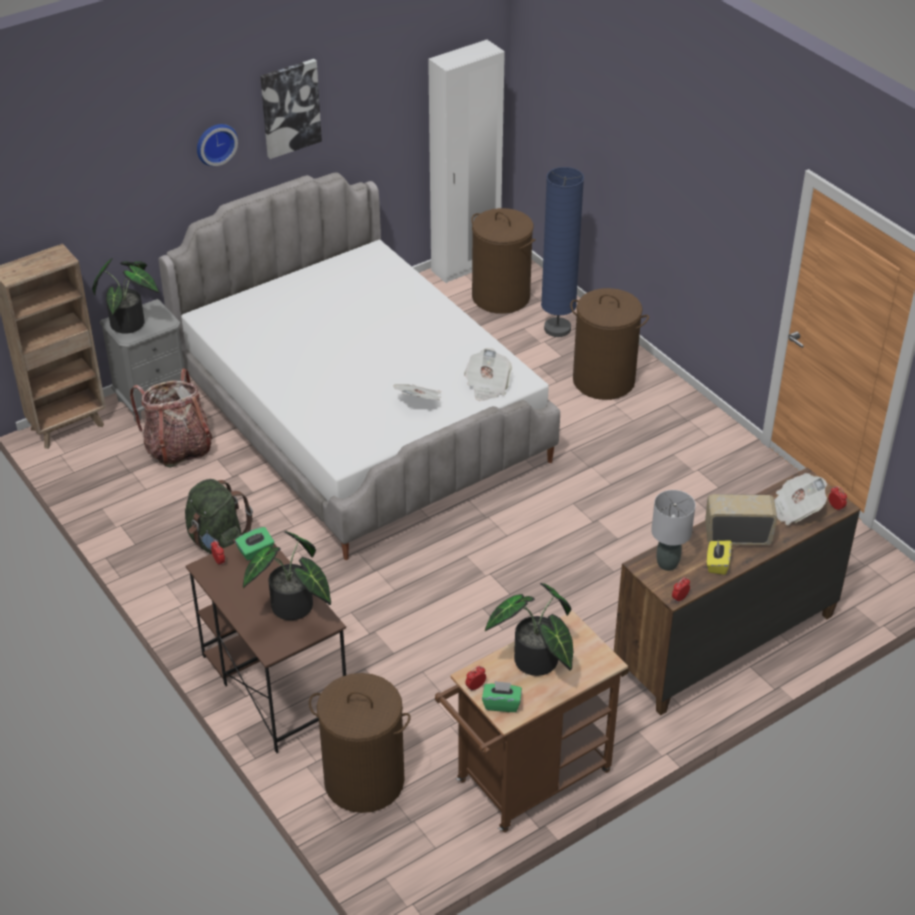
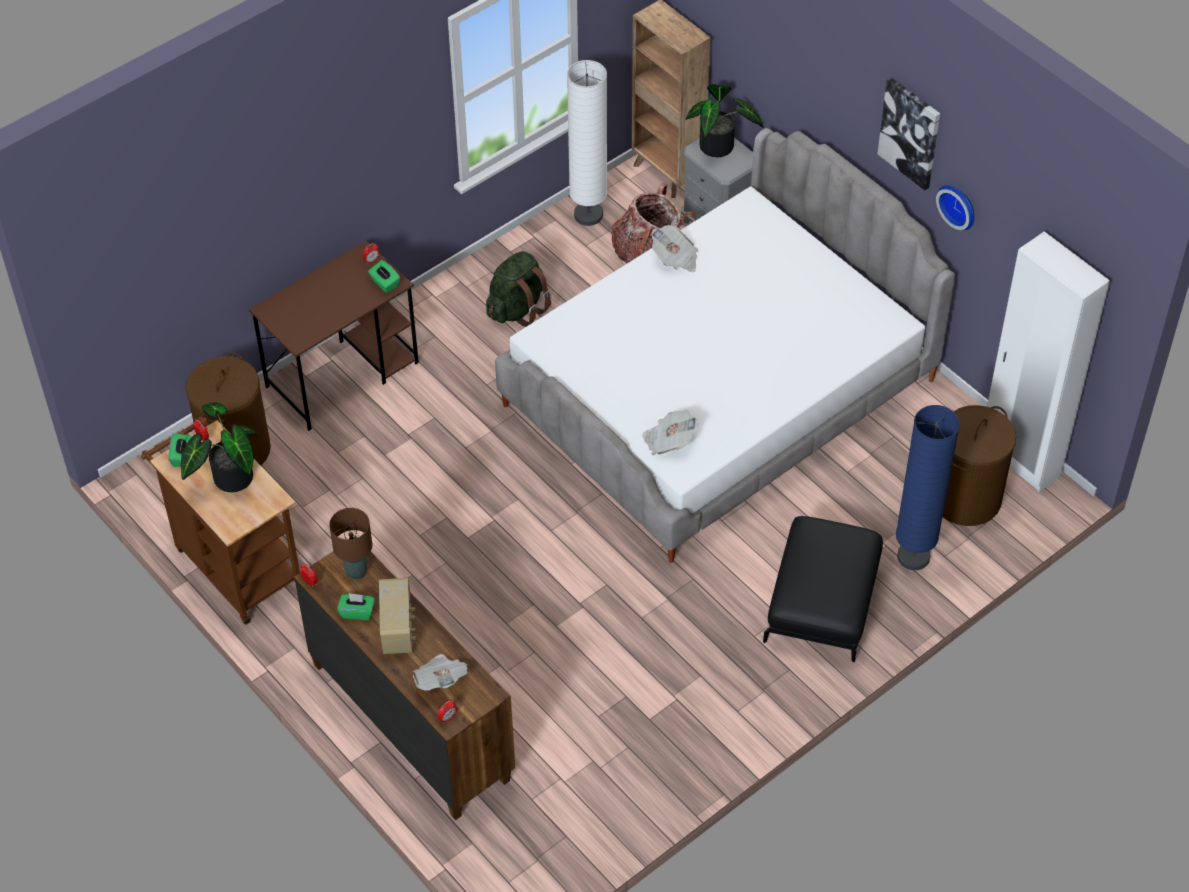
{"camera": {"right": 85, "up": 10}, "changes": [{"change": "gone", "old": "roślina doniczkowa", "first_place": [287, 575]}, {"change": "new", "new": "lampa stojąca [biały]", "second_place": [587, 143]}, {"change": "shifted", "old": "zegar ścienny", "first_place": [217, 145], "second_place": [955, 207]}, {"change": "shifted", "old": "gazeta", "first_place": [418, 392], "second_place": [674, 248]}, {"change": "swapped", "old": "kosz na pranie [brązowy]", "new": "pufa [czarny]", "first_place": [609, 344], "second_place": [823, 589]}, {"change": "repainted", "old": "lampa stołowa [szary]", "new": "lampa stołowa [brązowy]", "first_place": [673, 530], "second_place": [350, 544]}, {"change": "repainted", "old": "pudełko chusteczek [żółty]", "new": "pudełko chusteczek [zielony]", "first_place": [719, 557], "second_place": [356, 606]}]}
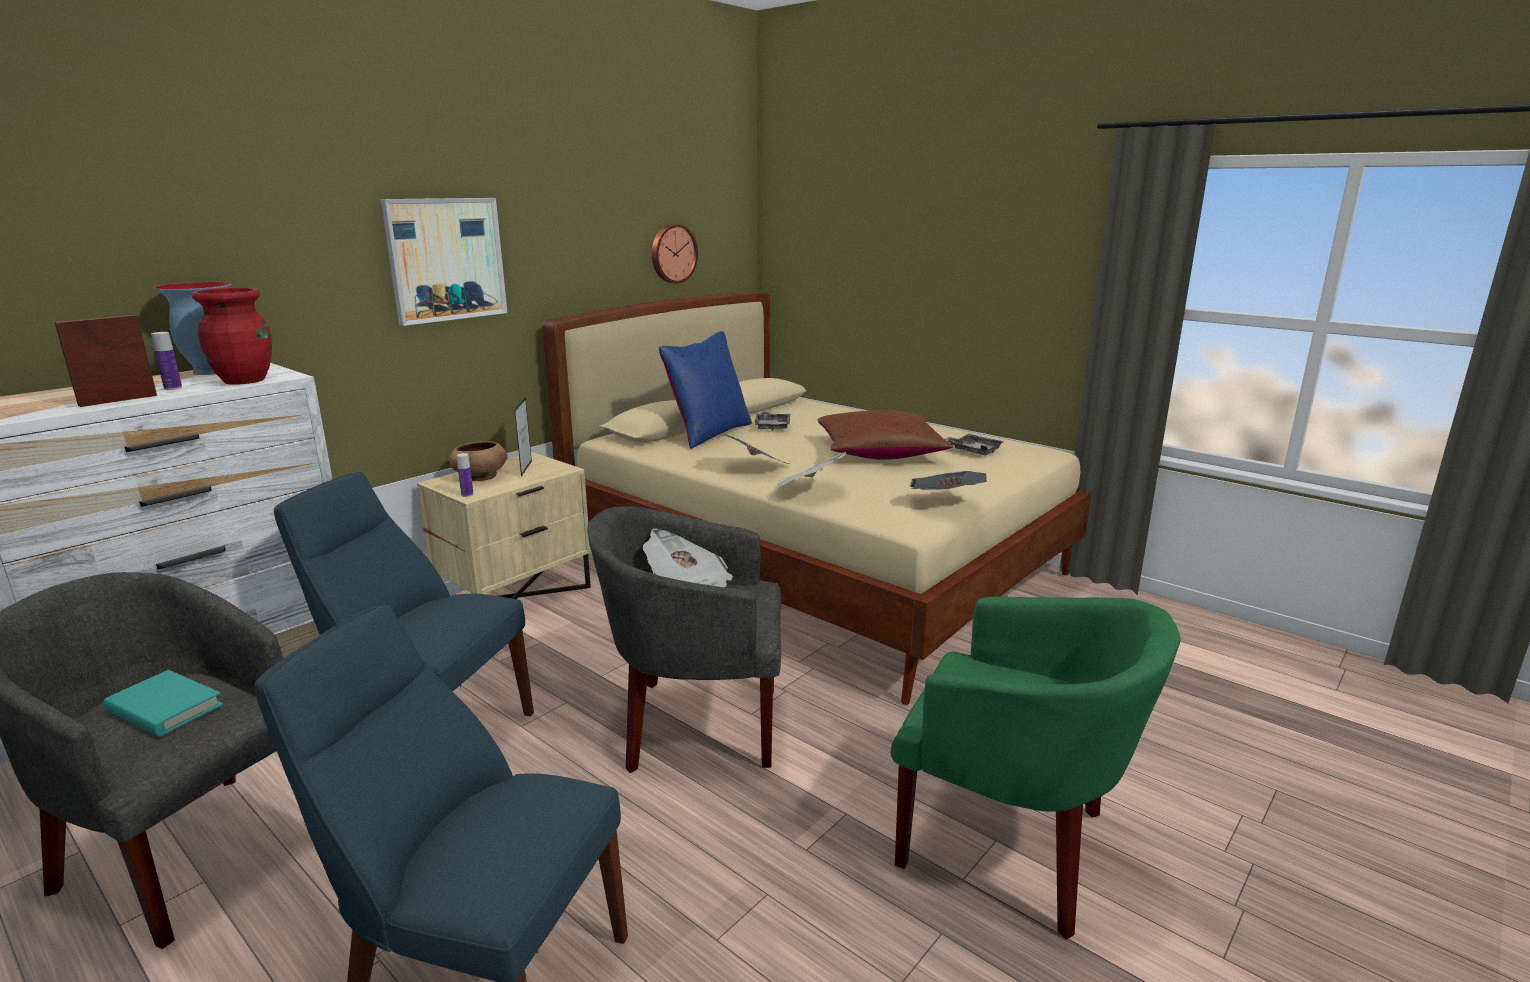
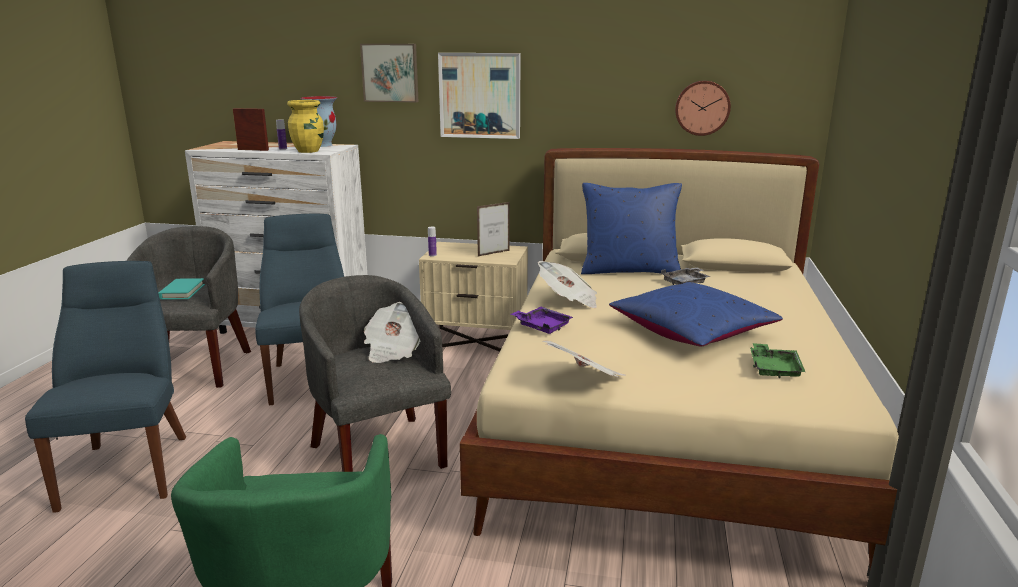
{"camera": {"right": 60, "up": 0}, "changes": [{"change": "gone", "old": "miska [brązowy]", "first_place": [478, 461]}, {"change": "new", "new": "obraz", "second_place": [389, 73]}, {"change": "swapped", "old": "gazeta", "new": "taca [fioletowy]", "first_place": [810, 470], "second_place": [542, 320]}, {"change": "repainted", "old": "wazon [czerwony]", "new": "wazon [żółty]", "first_place": [232, 336], "second_place": [305, 126]}, {"change": "repainted", "old": "poduszka [brązowy]", "new": "poduszka [niebieski]", "first_place": [885, 435], "second_place": [696, 314]}, {"change": "repainted", "old": "taca [szary]", "new": "taca [zielony]", "first_place": [974, 445], "second_place": [777, 360]}]}
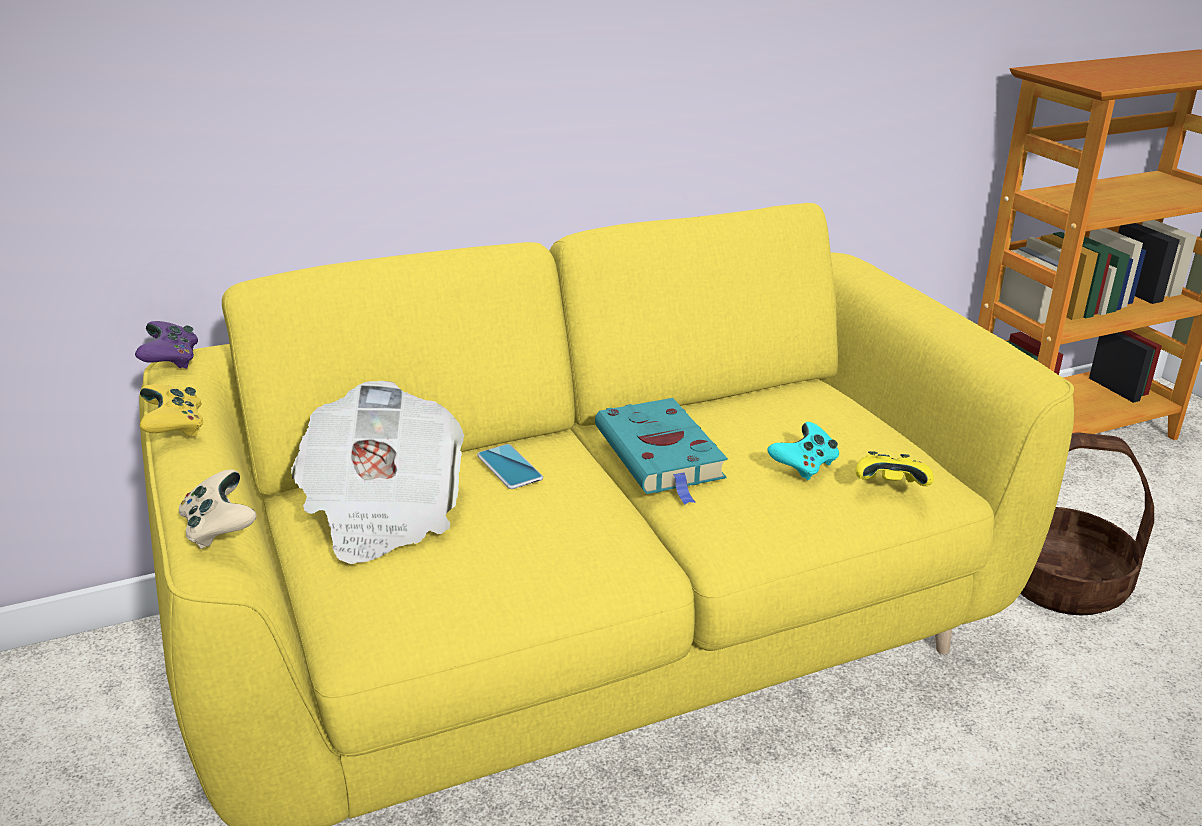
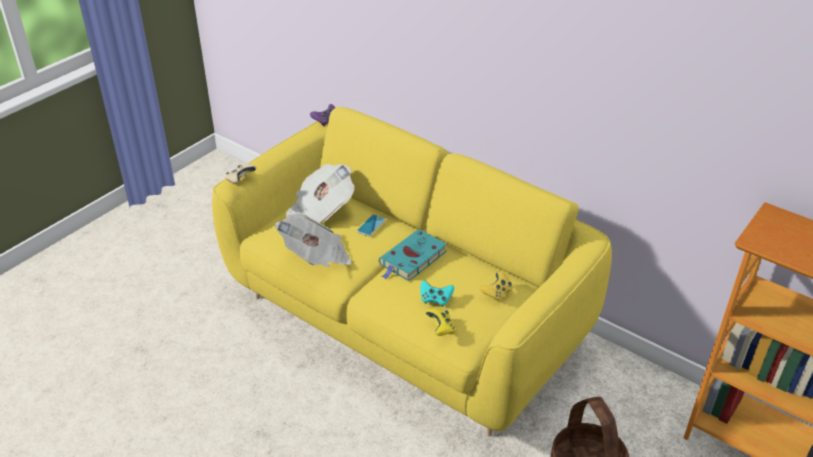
{"camera": {"right": 60, "up": 10}, "changes": [{"change": "new", "new": "gazeta", "second_place": [313, 240]}, {"change": "shifted", "old": "pad do gier [żółty]", "first_place": [171, 410], "second_place": [496, 286]}]}
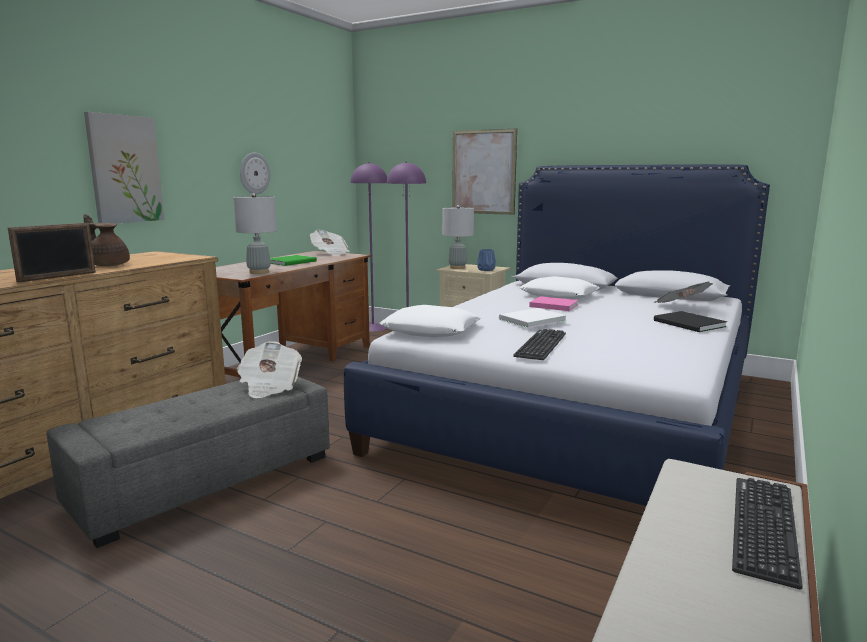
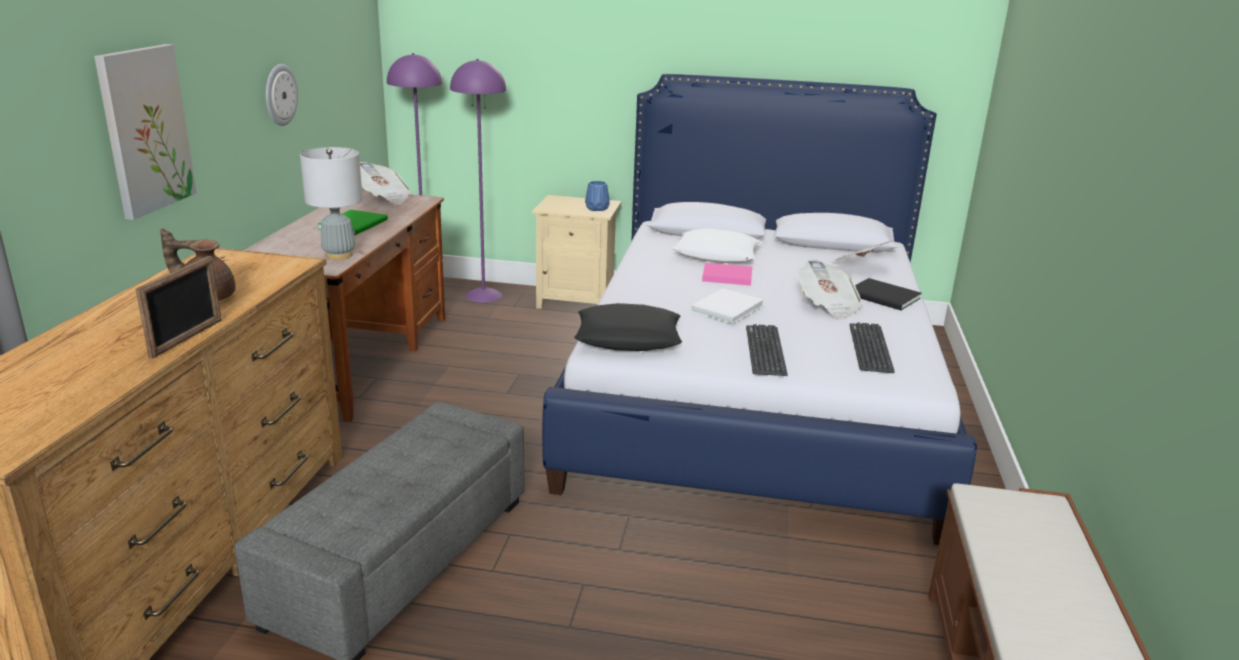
{"camera": {"right": -20, "up": 10}, "changes": [{"change": "gone", "old": "lampa stołowa [szary]", "first_place": [458, 237]}, {"change": "gone", "old": "obraz", "first_place": [484, 172]}, {"change": "shifted", "old": "gazeta", "first_place": [269, 369], "second_place": [830, 289]}, {"change": "shifted", "old": "klawiatura", "first_place": [767, 534], "second_place": [872, 347]}, {"change": "repainted", "old": "poduszka [biały]", "new": "poduszka [czarny]", "first_place": [430, 321], "second_place": [628, 327]}]}
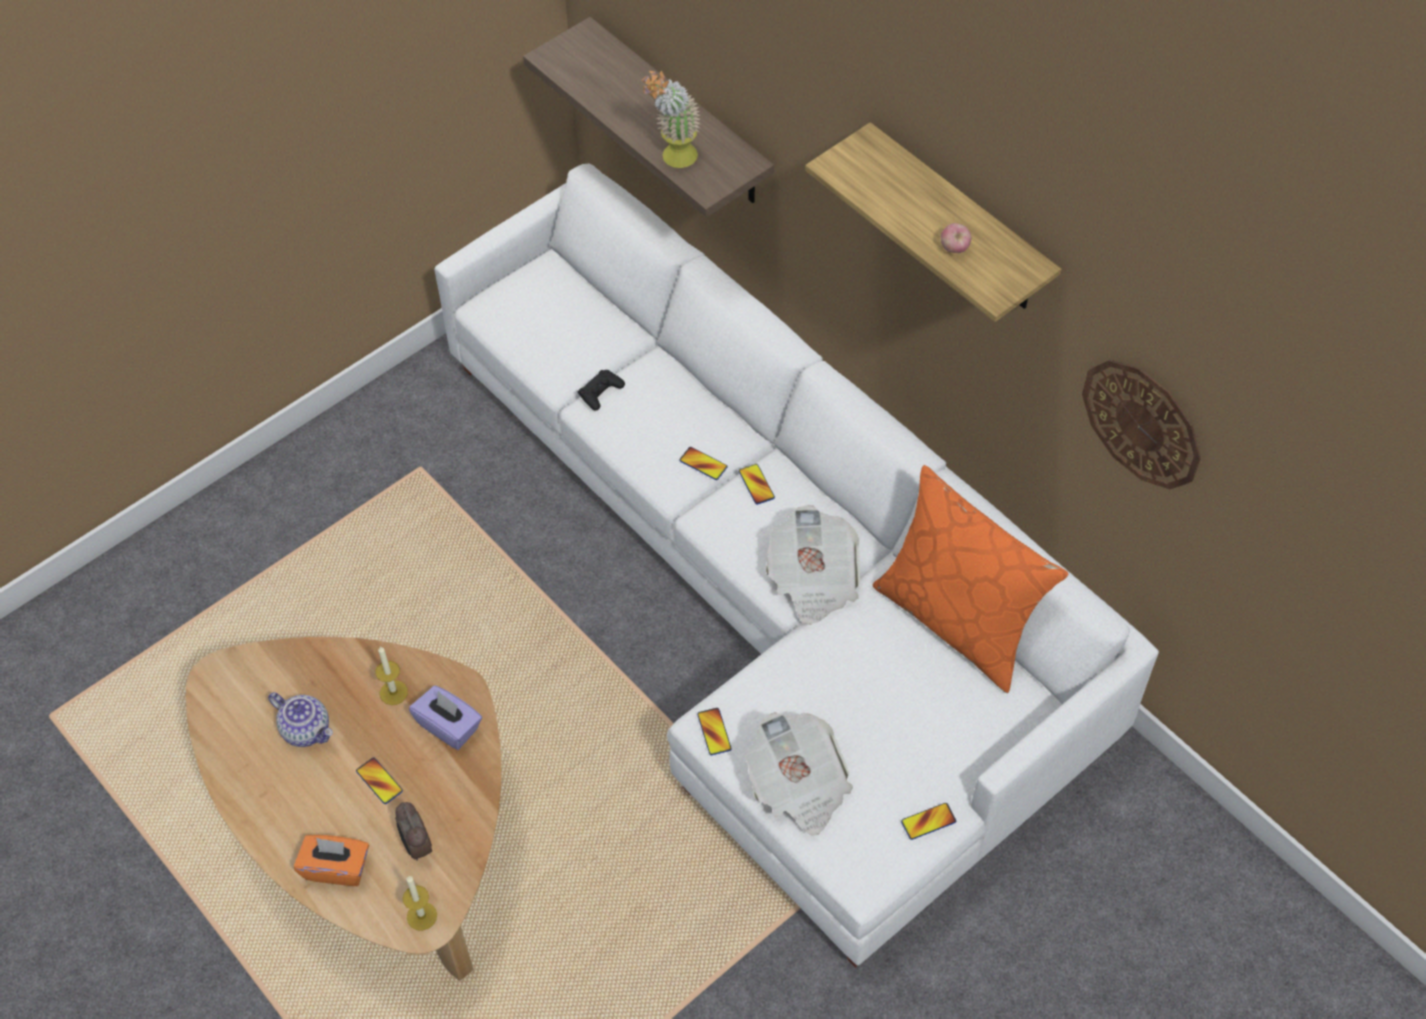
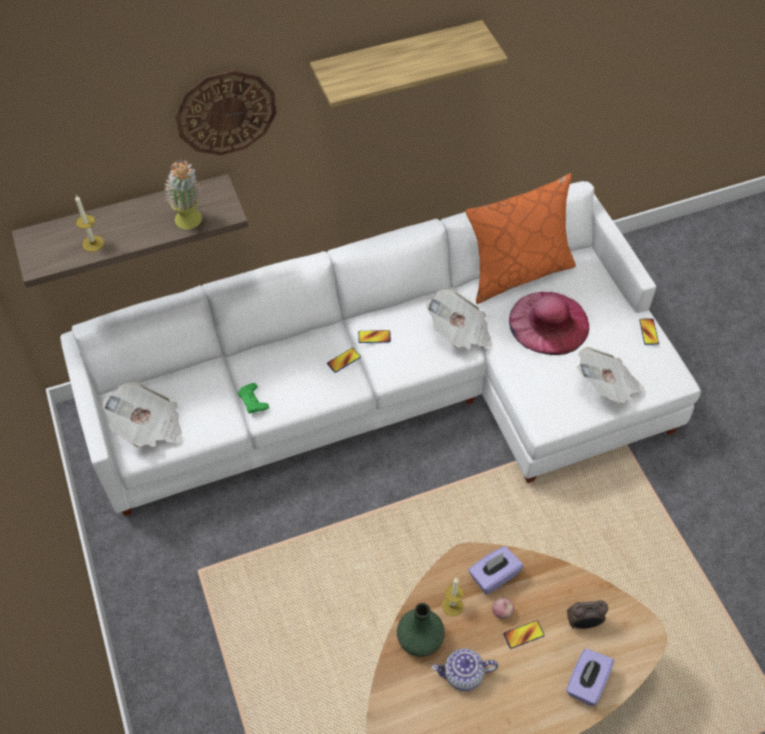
{"camera": {"right": -70, "up": 0}, "changes": [{"change": "gone", "old": "telefon", "first_place": [714, 731]}, {"change": "new", "new": "gazeta", "second_place": [142, 414]}, {"change": "new", "new": "wazon [zielony]", "second_place": [421, 630]}, {"change": "new", "new": "kapelusz [różowy]", "second_place": [549, 323]}, {"change": "shifted", "old": "świeca", "first_place": [420, 903], "second_place": [89, 223]}, {"change": "shifted", "old": "jabłko", "first_place": [956, 238], "second_place": [503, 608]}, {"change": "shifted", "old": "zegar ścienny", "first_place": [1141, 424], "second_place": [226, 112]}, {"change": "repainted", "old": "pudełko chusteczek [pomarańczowy]", "new": "pudełko chusteczek [fioletowy]", "first_place": [331, 860], "second_place": [590, 677]}, {"change": "repainted", "old": "pad do gier [czarny]", "new": "pad do gier [zielony]", "first_place": [601, 390], "second_place": [253, 398]}, {"change": "rotated", "old": "imbryk", "first_place": [300, 719], "second_place": [465, 669], "degrees": -150}]}
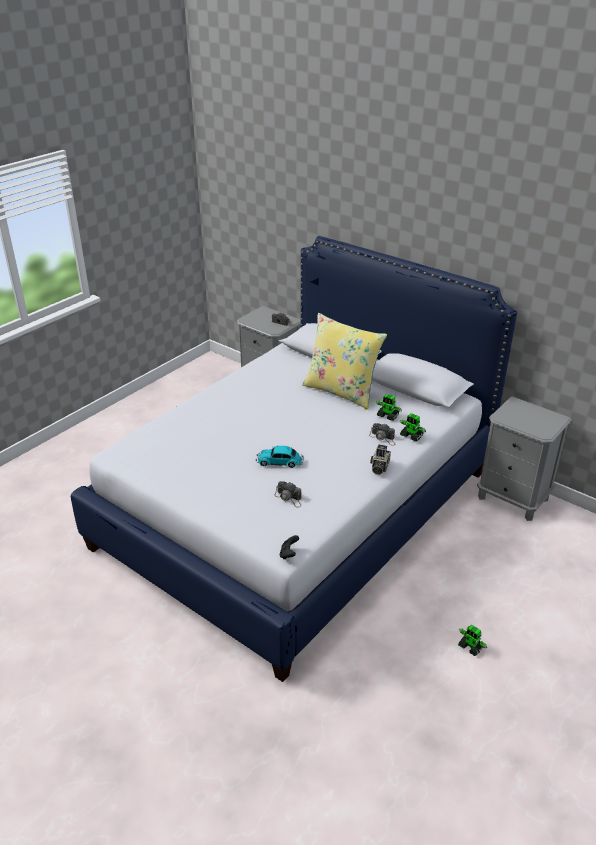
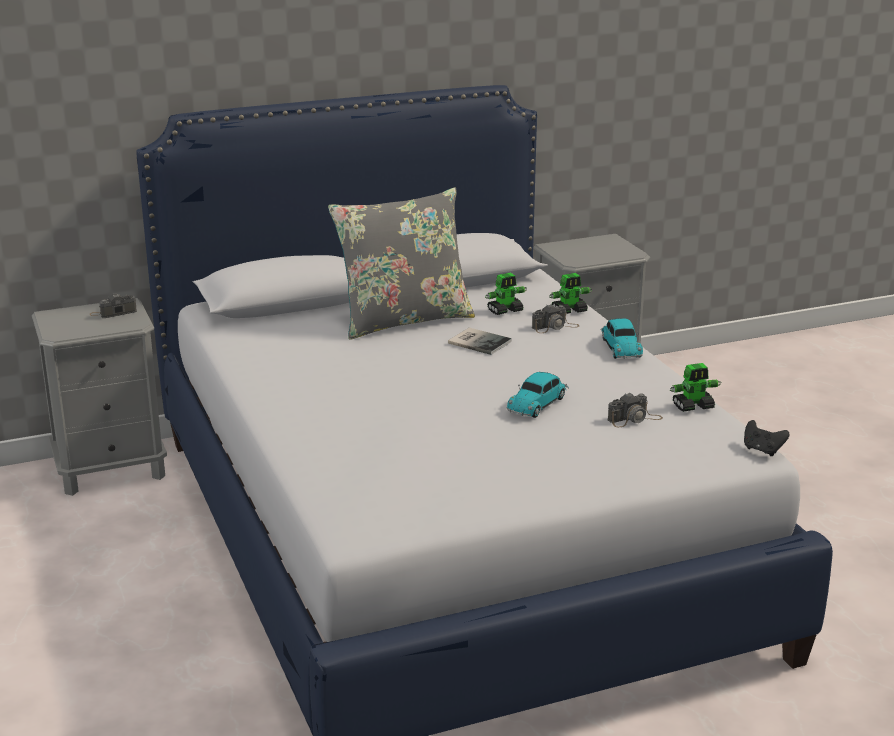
{"camera": {"right": -60, "up": -10}, "changes": [{"change": "new", "new": "książka", "second_place": [480, 341]}, {"change": "shifted", "old": "robot zabawkowy", "first_place": [472, 640], "second_place": [695, 387]}, {"change": "swapped", "old": "aparat fotograficzny", "new": "samochodzik", "first_place": [380, 460], "second_place": [622, 338]}, {"change": "repainted", "old": "poduszka [żółty]", "new": "poduszka [szary]", "first_place": [344, 361], "second_place": [401, 263]}]}
